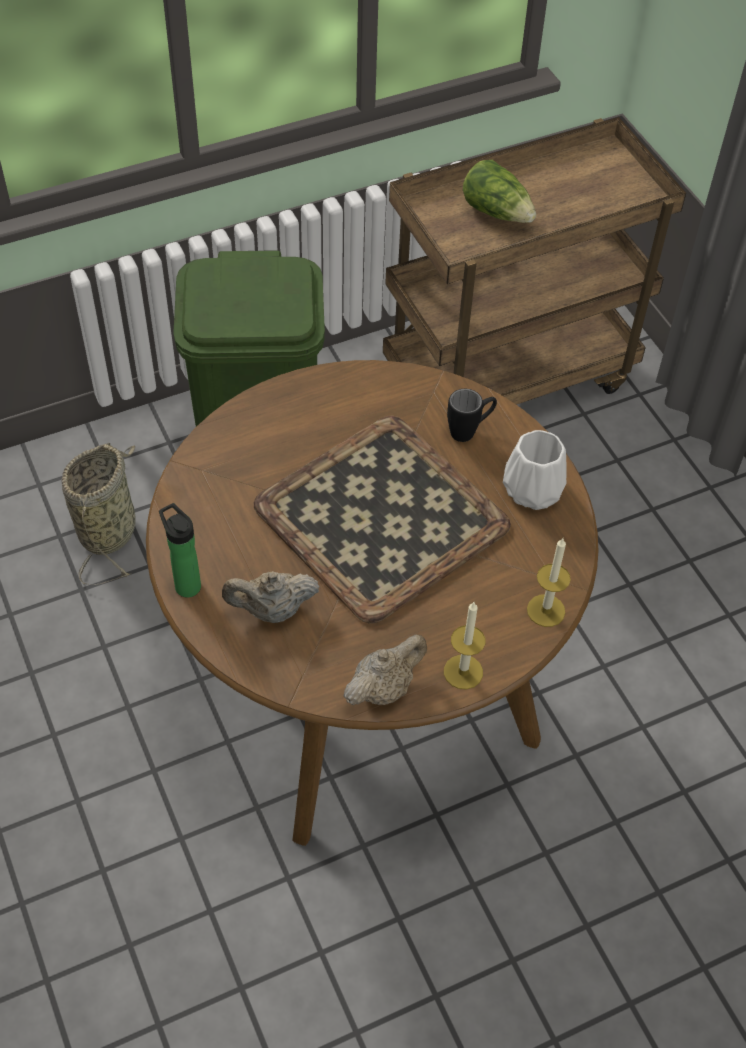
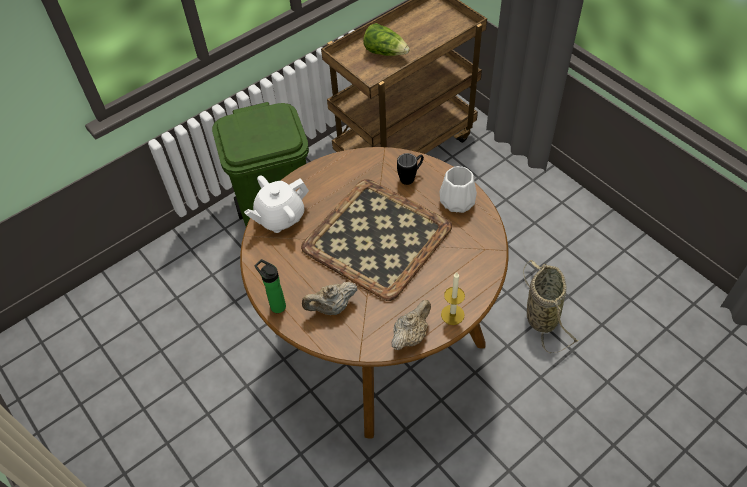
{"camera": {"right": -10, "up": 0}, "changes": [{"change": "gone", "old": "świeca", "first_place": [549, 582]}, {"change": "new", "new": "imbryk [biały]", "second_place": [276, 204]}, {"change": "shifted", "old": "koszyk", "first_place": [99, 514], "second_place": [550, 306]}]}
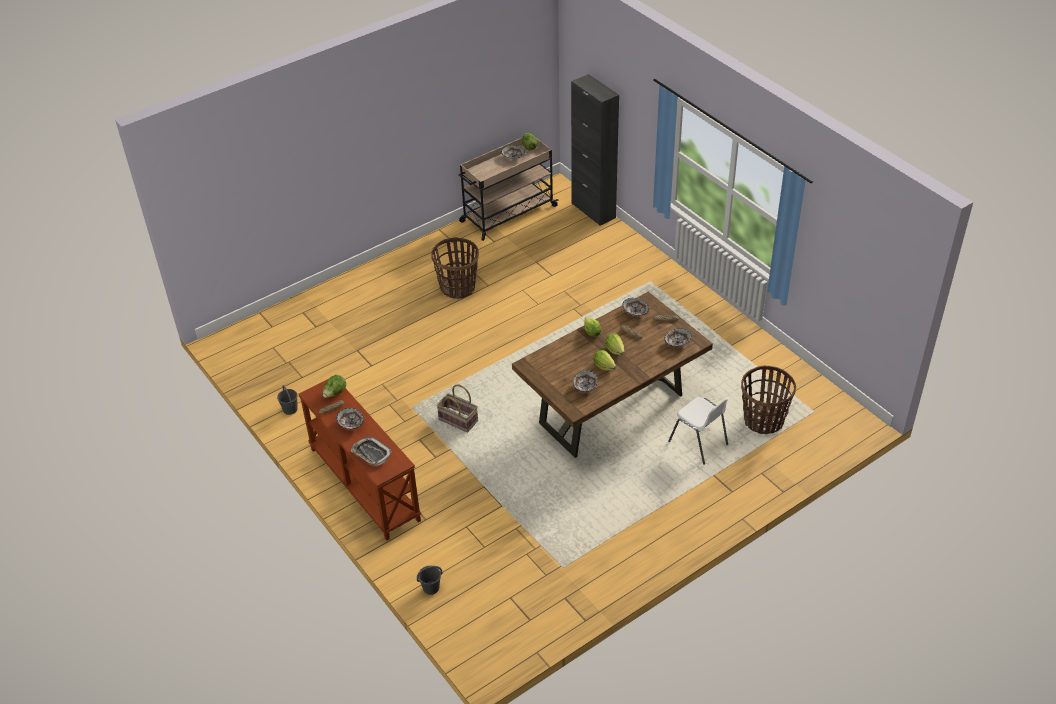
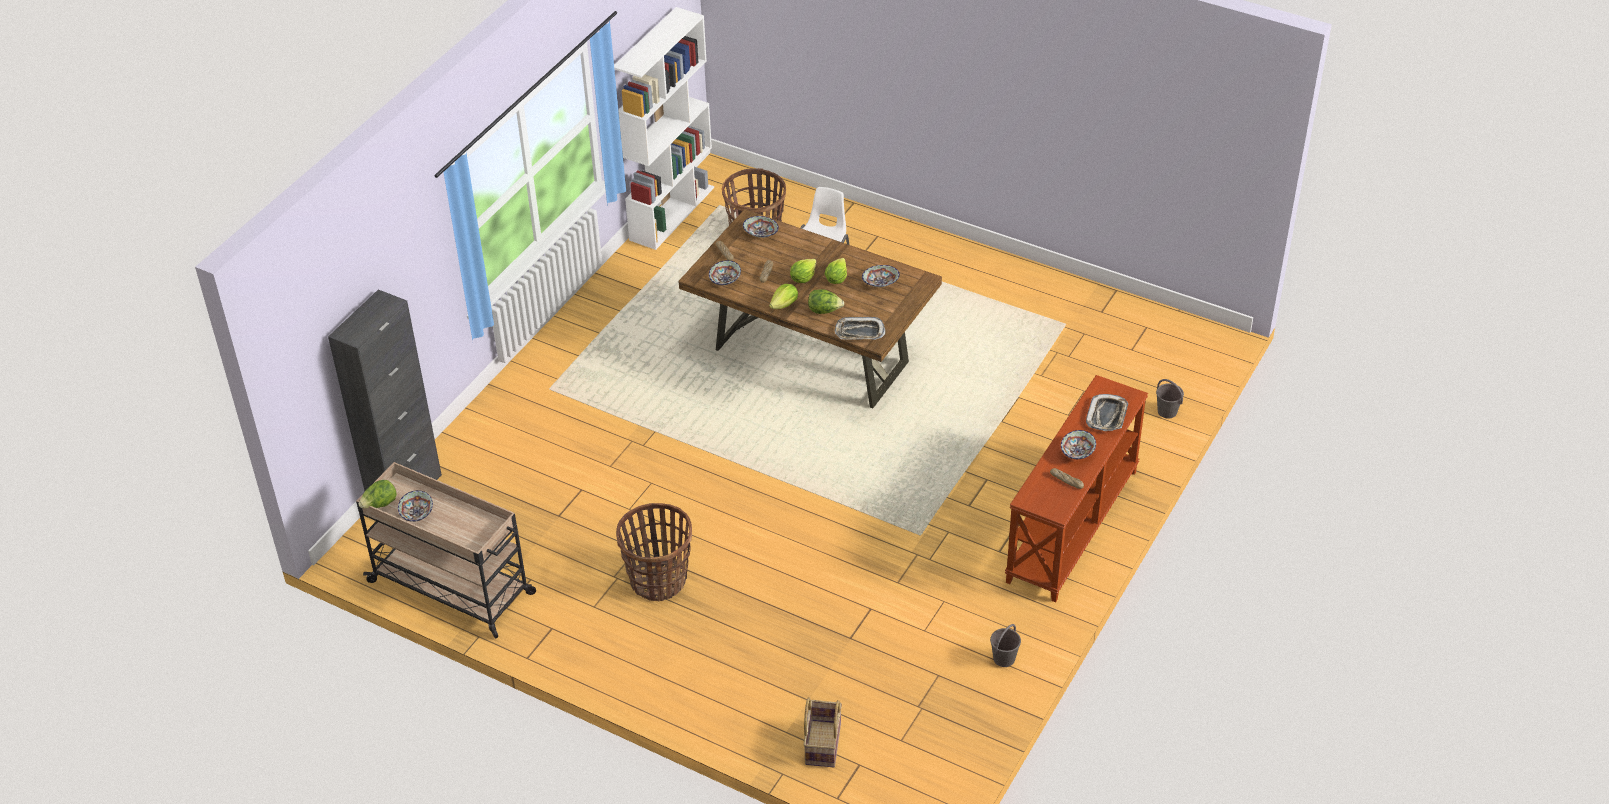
{"camera": {"right": -115, "up": 0}, "changes": [{"change": "new", "new": "regał [biały]", "second_place": [664, 128]}, {"change": "new", "new": "taca", "second_place": [860, 328]}, {"change": "shifted", "old": "sałata", "first_place": [334, 386], "second_place": [826, 301]}, {"change": "shifted", "old": "koszyk", "first_place": [457, 408], "second_place": [822, 732]}]}
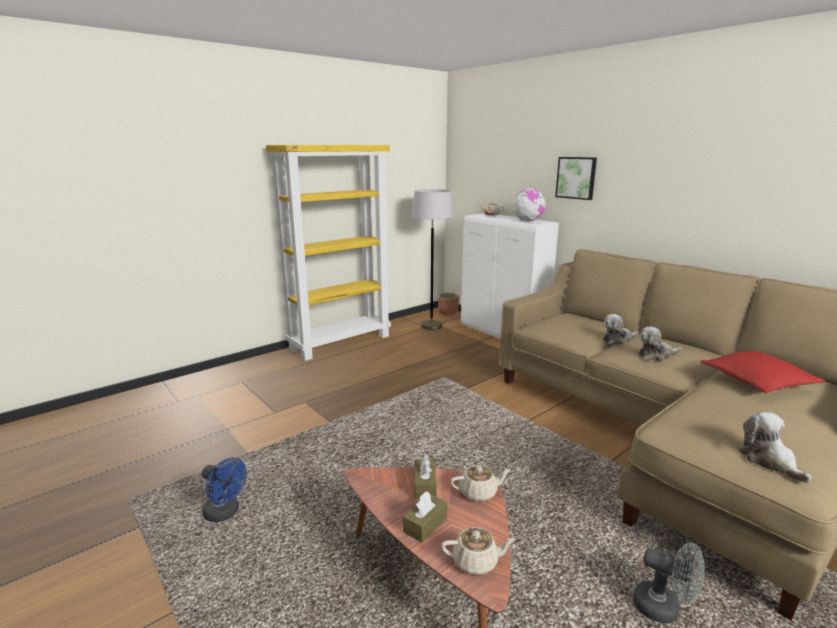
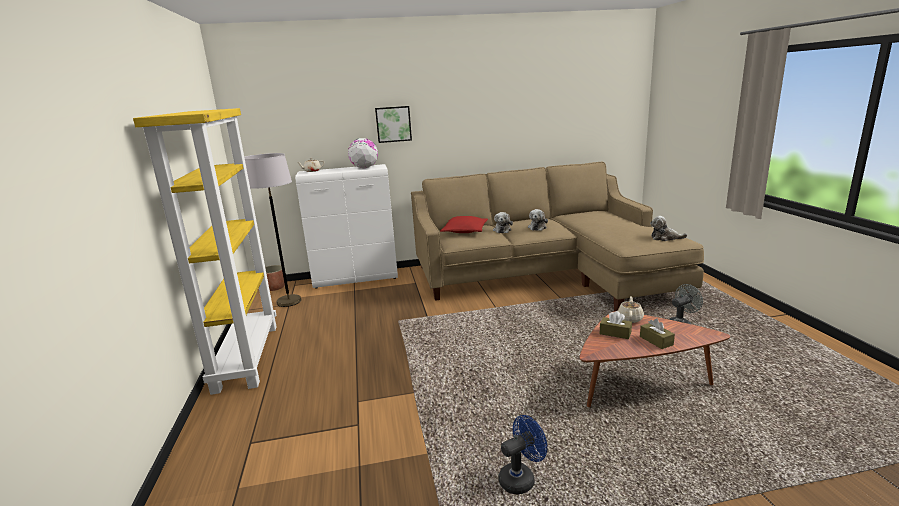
{"camera": {"right": -60, "up": 0}, "changes": [{"change": "gone", "old": "imbryk [beżowy]", "first_place": [478, 551]}, {"change": "shifted", "old": "poduszka [czerwony]", "first_place": [762, 372], "second_place": [464, 224]}]}
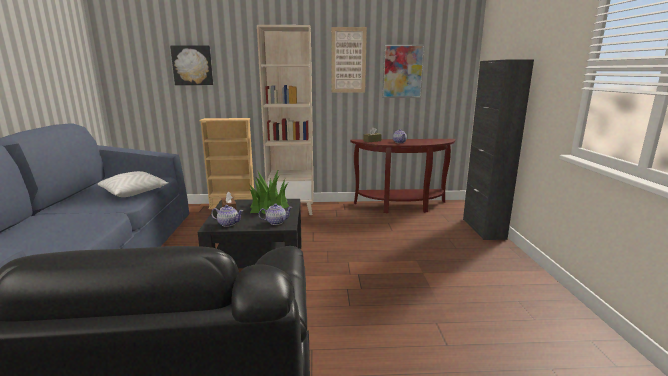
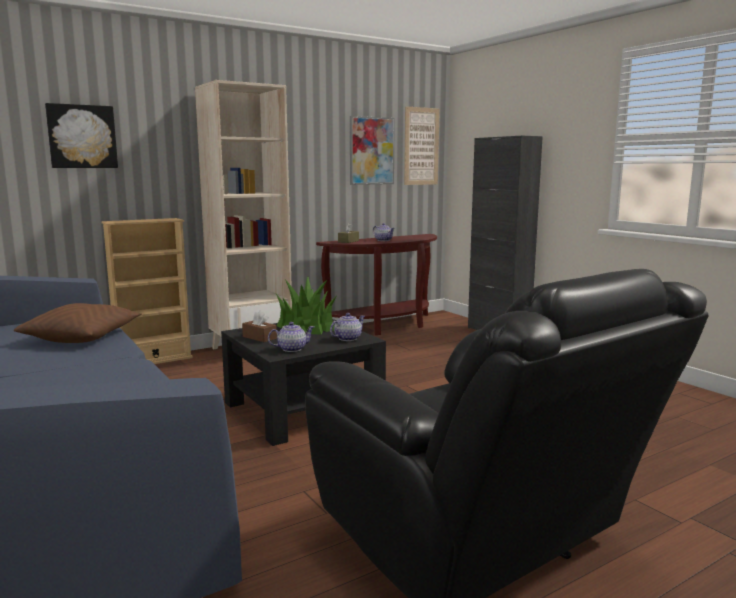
{"camera": {"right": -30, "up": -5}, "changes": [{"change": "shifted", "old": "obraz", "first_place": [349, 60], "second_place": [422, 145]}, {"change": "repainted", "old": "poduszka [biały]", "new": "poduszka [brązowy]", "first_place": [133, 184], "second_place": [77, 323]}]}
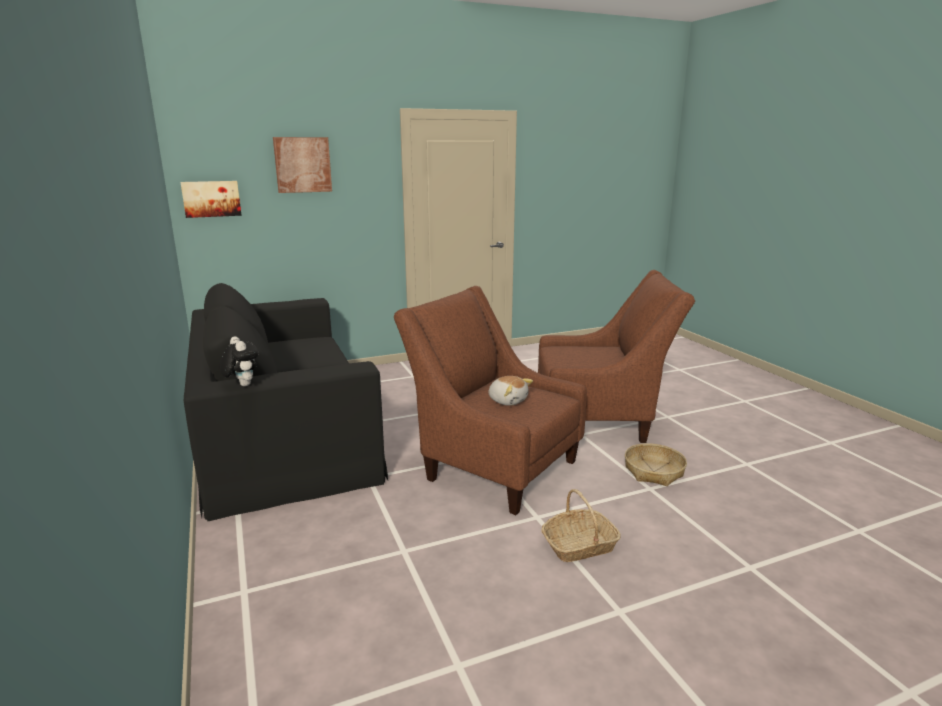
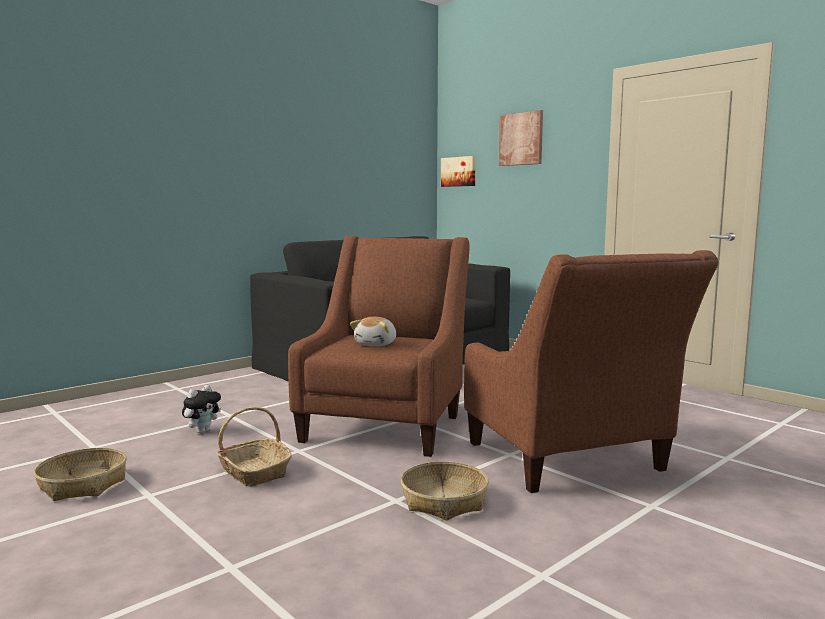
{"camera": {"right": 70, "up": -10}, "changes": [{"change": "new", "new": "koszyk", "second_place": [80, 474]}, {"change": "shifted", "old": "pluszak", "first_place": [239, 361], "second_place": [201, 409]}]}
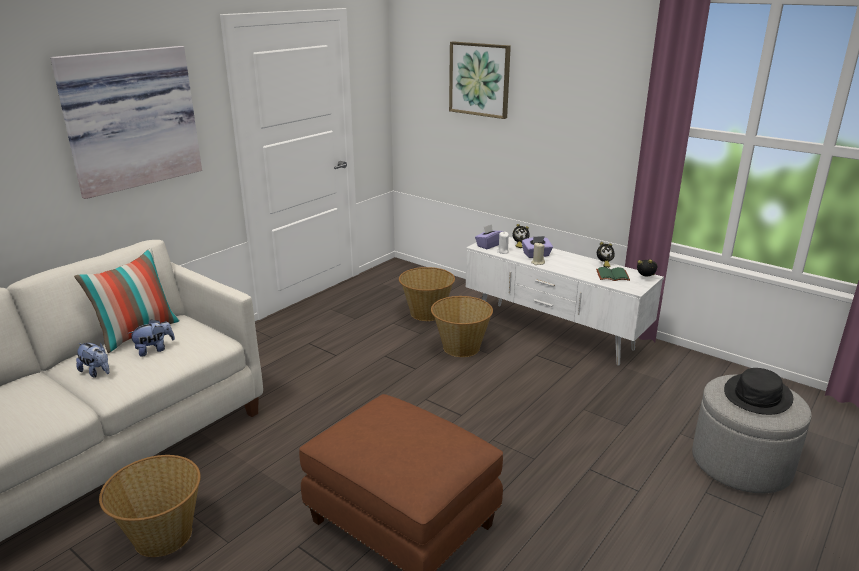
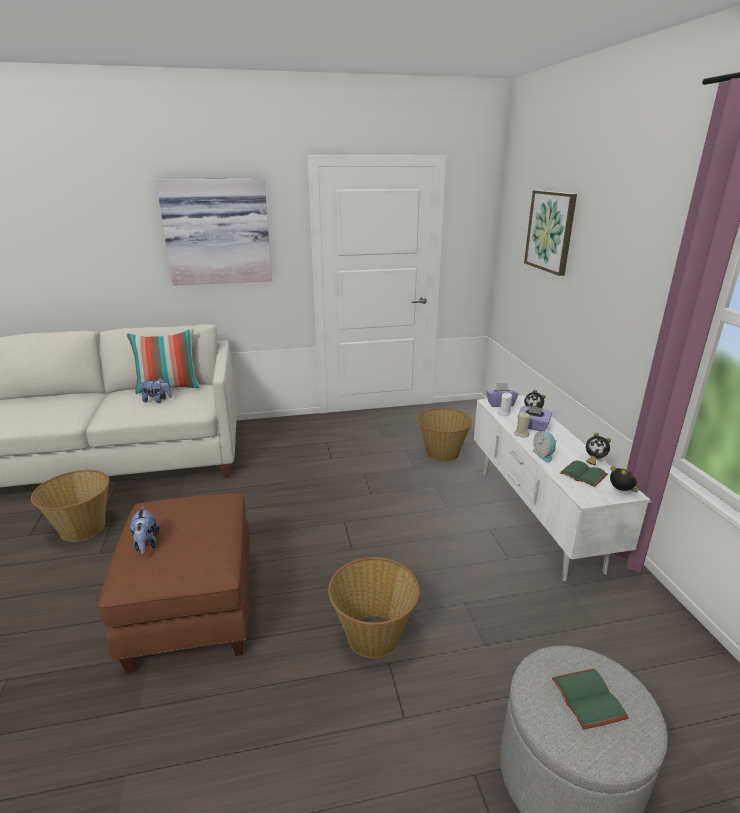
{"camera": {"right": 40, "up": 0}, "changes": [{"change": "new", "new": "budzik", "second_place": [544, 447]}, {"change": "shifted", "old": "pluszak", "first_place": [93, 360], "second_place": [144, 530]}, {"change": "shifted", "old": "koszyk", "first_place": [462, 326], "second_place": [374, 607]}, {"change": "swapped", "old": "kapelusz [czarny]", "new": "książka [zielony]", "first_place": [758, 391], "second_place": [590, 699]}]}
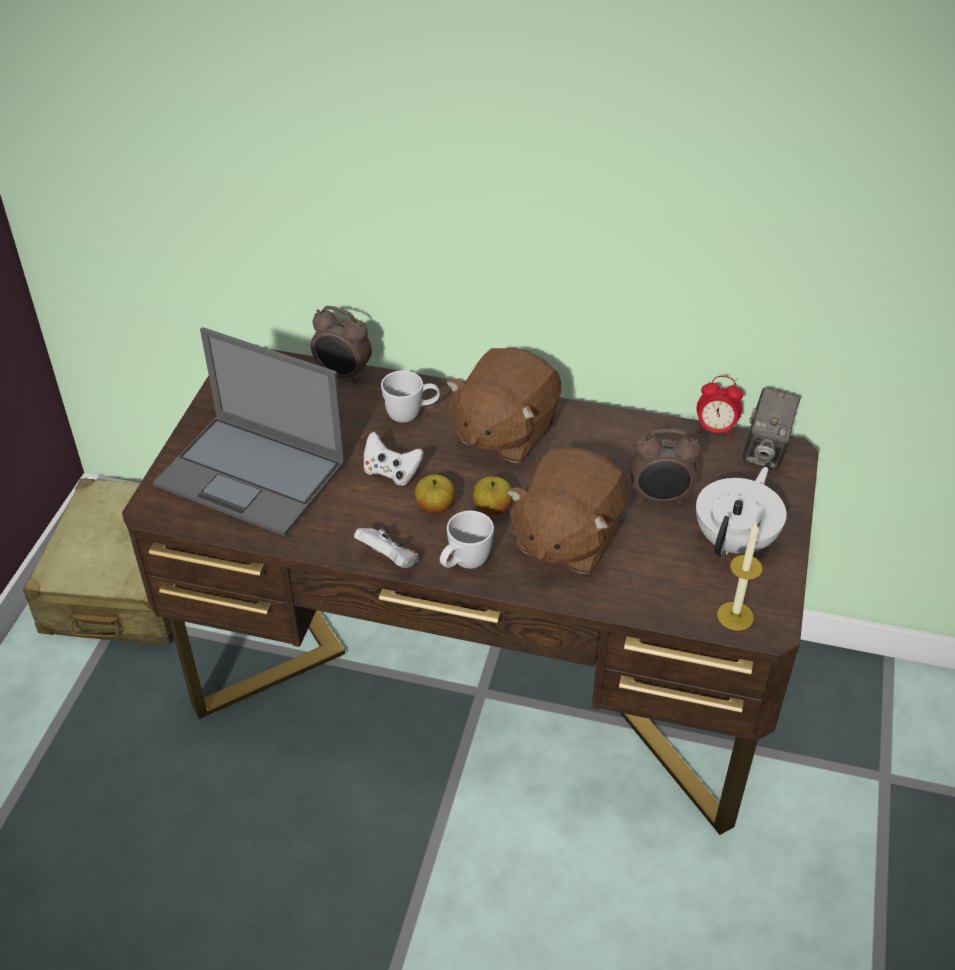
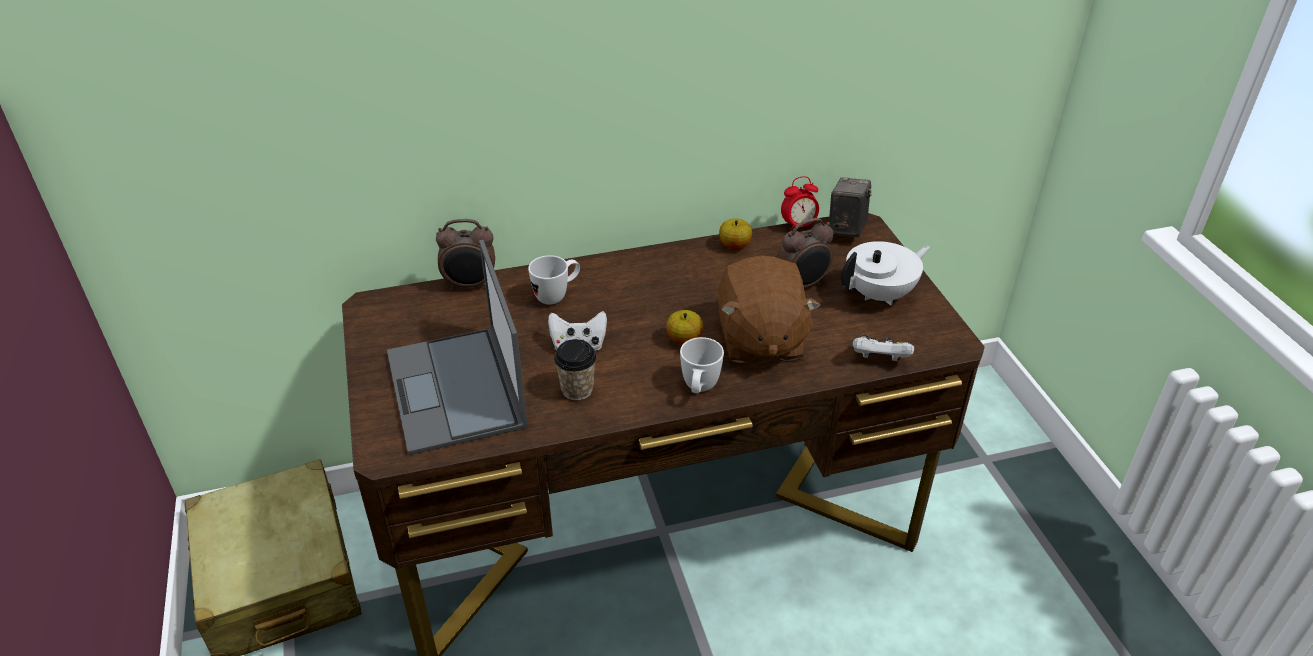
{"camera": {"right": -30, "up": -5}, "changes": [{"change": "gone", "old": "pluszak [brązowy]", "first_place": [503, 405]}, {"change": "gone", "old": "świeca", "first_place": [740, 577]}, {"change": "new", "new": "filiżanka", "second_place": [575, 369]}, {"change": "shifted", "old": "pad do gier [biały]", "first_place": [386, 547], "second_place": [883, 347]}, {"change": "shifted", "old": "jabłko", "first_place": [435, 493], "second_place": [735, 233]}, {"change": "rotated", "old": "laptop", "first_place": [249, 431], "second_place": [457, 347], "degrees": 75}, {"change": "rotated", "old": "imbryk [biały]", "first_place": [741, 512], "second_place": [886, 273], "degrees": 60}, {"change": "rotated", "old": "aparat fotograficzny", "first_place": [771, 428], "second_place": [850, 207], "degrees": -150}]}
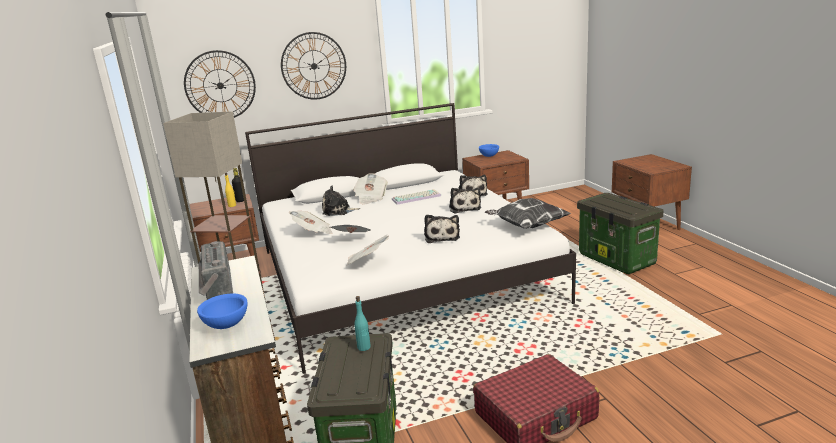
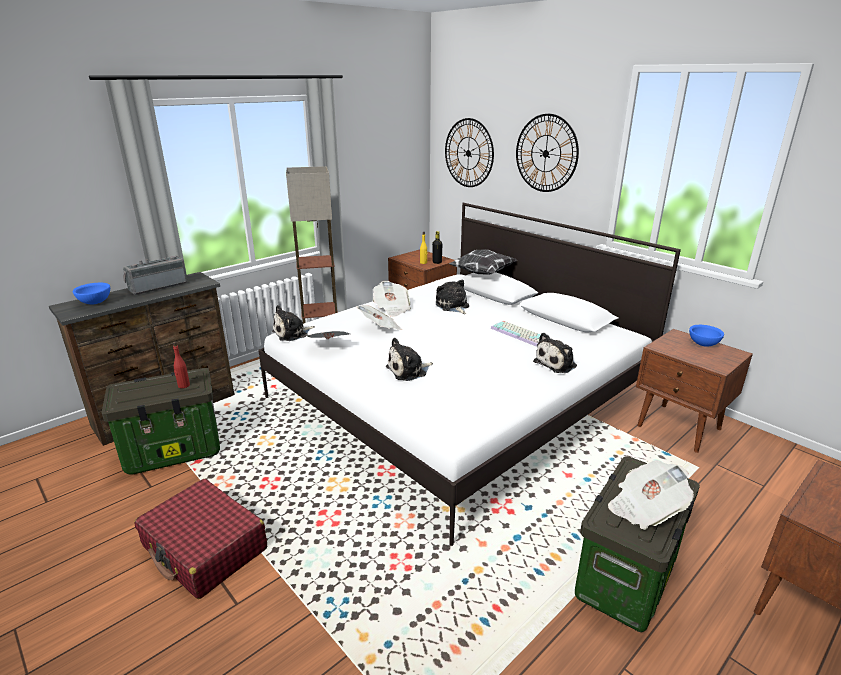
{"camera": {"right": 65, "up": 5}, "changes": [{"change": "shifted", "old": "gazeta", "first_place": [370, 188], "second_place": [651, 495]}, {"change": "shifted", "old": "pluszak", "first_place": [465, 200], "second_place": [293, 323]}, {"change": "shifted", "old": "poduszka", "first_place": [528, 213], "second_place": [483, 262]}, {"change": "repainted", "old": "butelka [turkusowy]", "new": "butelka [czerwony]", "first_place": [362, 323], "second_place": [181, 365]}]}
